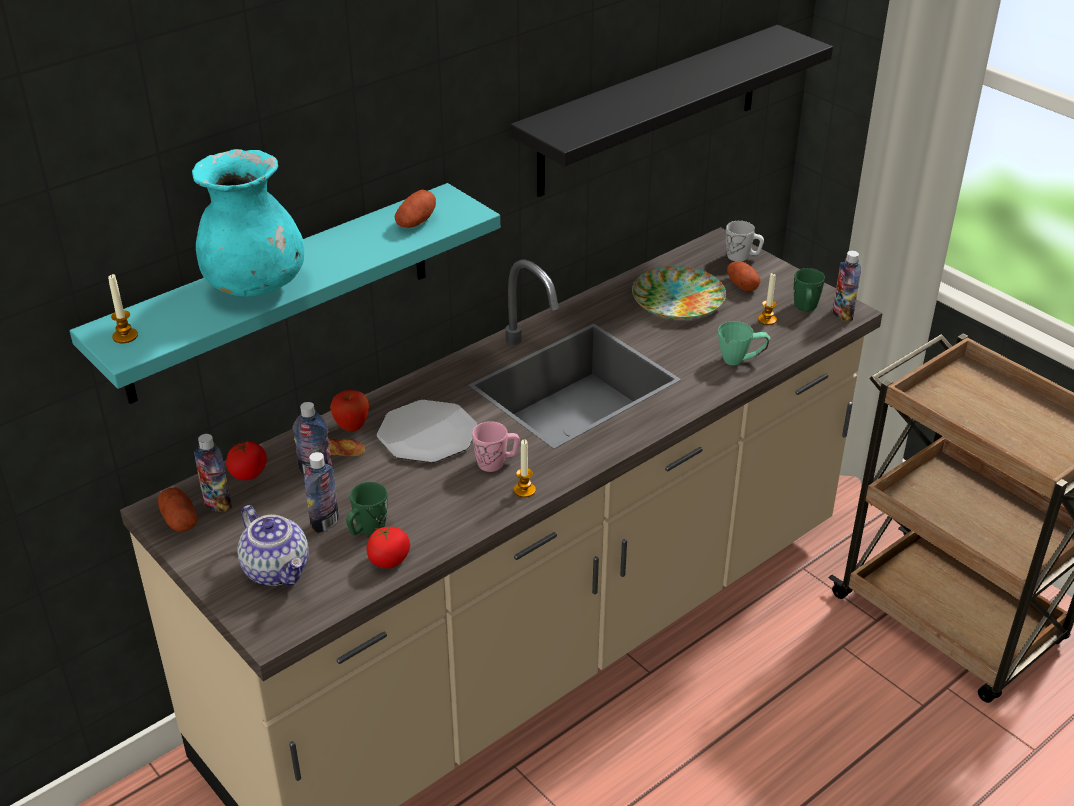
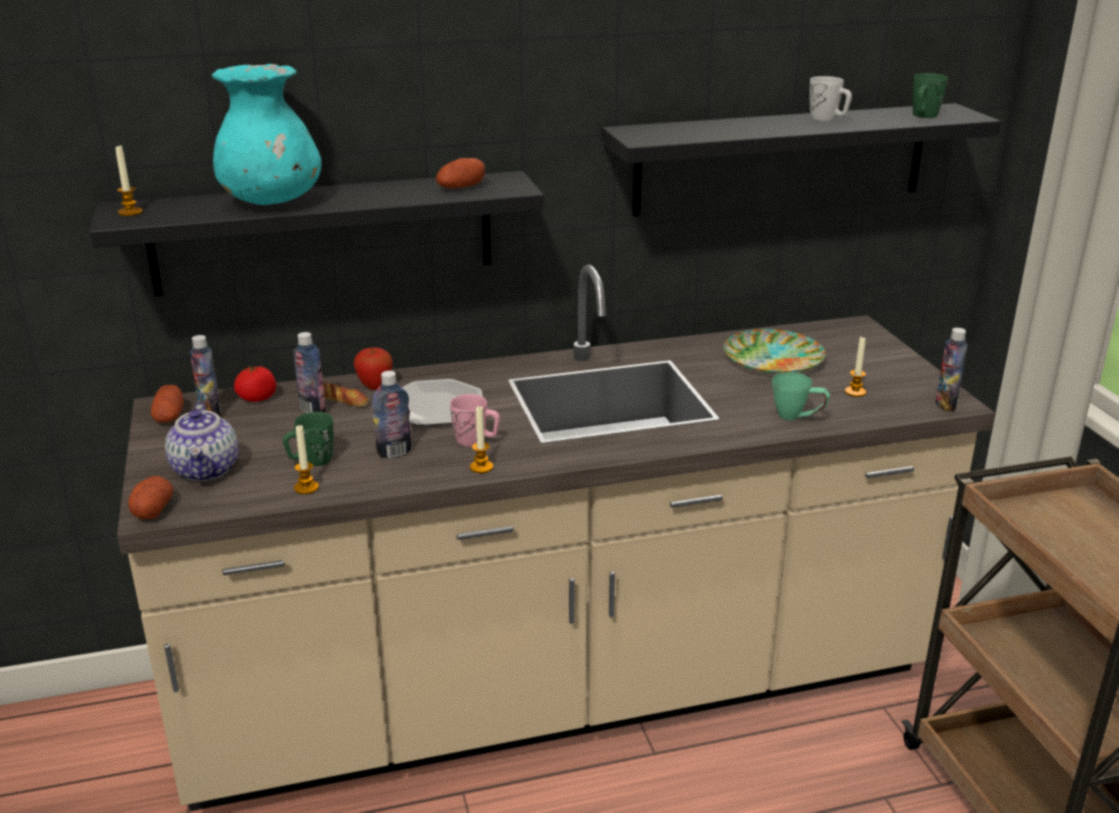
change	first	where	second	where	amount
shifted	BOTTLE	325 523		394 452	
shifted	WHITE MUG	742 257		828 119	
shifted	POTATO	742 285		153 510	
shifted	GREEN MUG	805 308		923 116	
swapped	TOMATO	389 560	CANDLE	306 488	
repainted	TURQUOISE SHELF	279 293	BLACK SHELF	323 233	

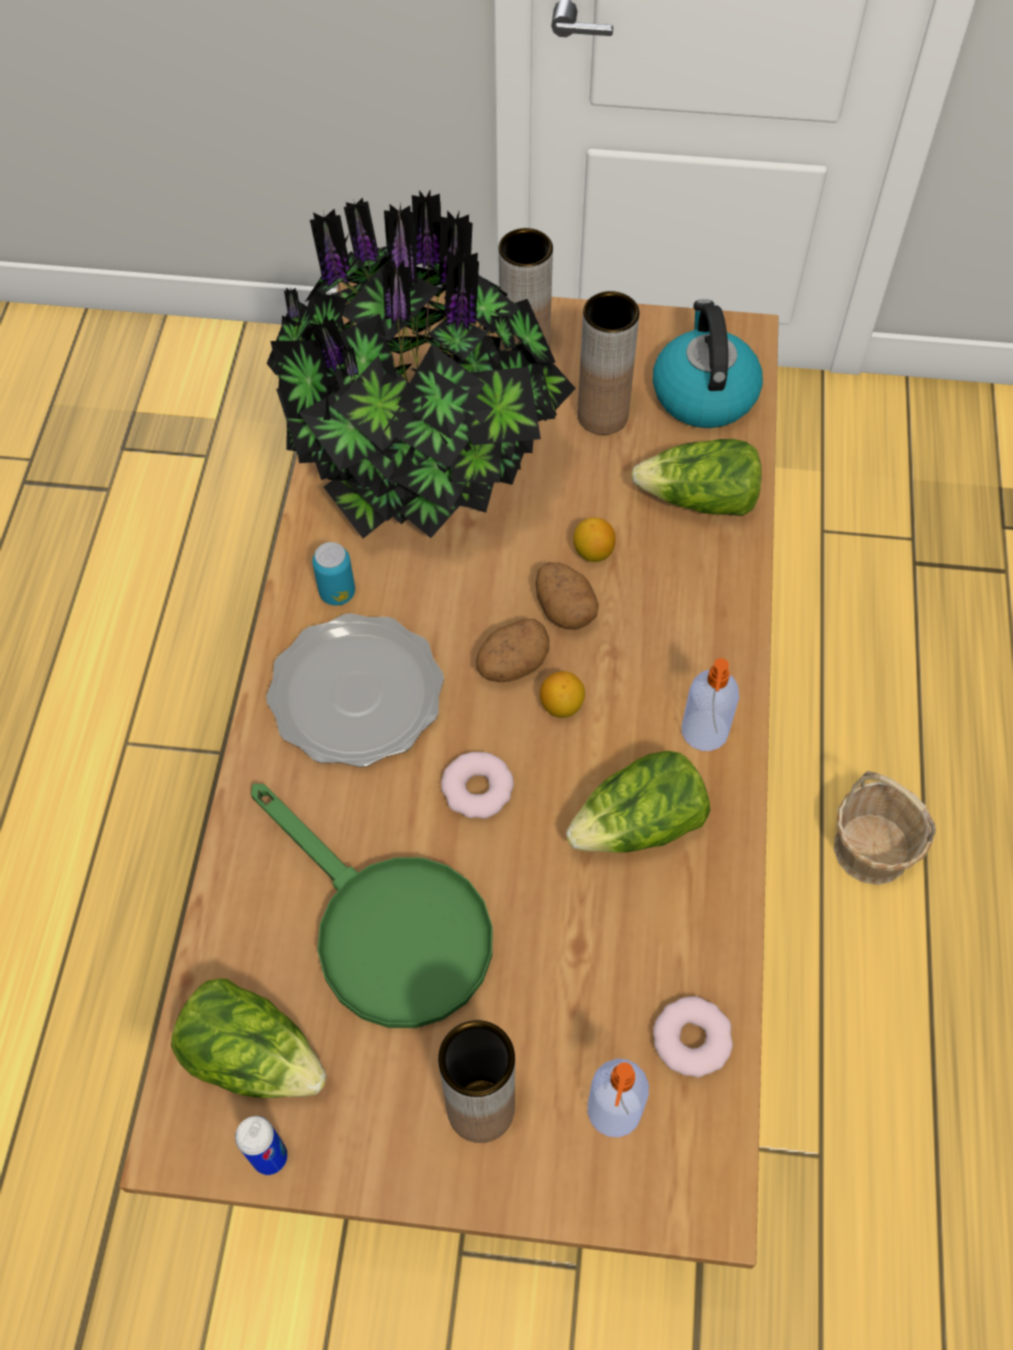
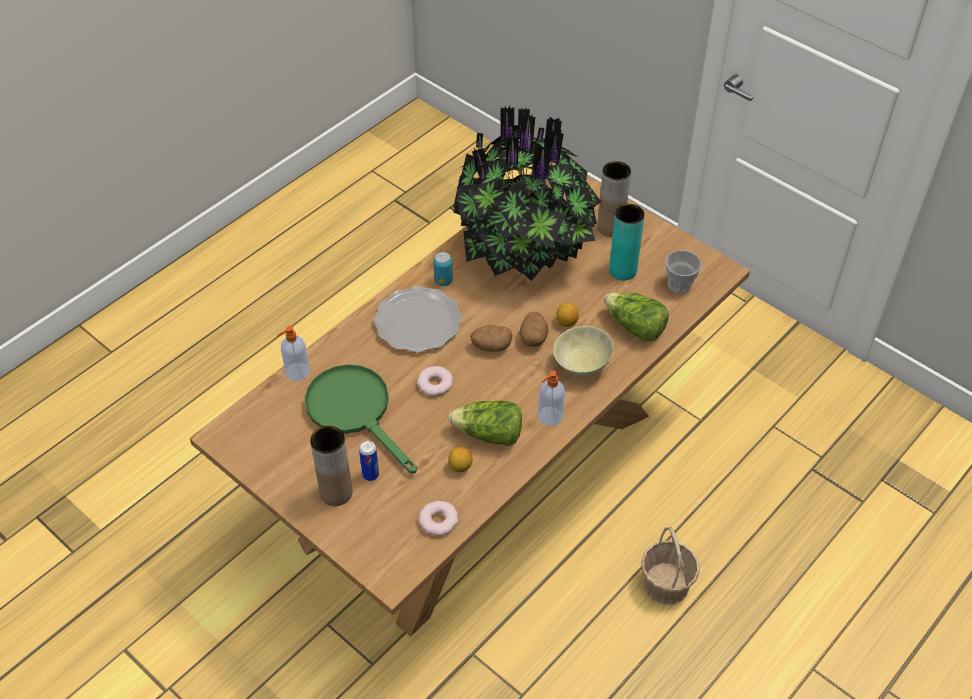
change	first	where	second	where	amount
gone	LETTUCE	253 1054			
new			BEIGE BOWL	581 365	
shifted	CAN	270 1157		370 475	
shifted	LEMON	561 706		460 467	
shifted	SOAP DISPENSER	613 1112		296 372	
swapped	KETTLE	703 393	CUP	679 284	
repainted	BROWN VASE	602 415	TURQUOISE VASE	622 270	
rotated	GREEN FRYING PAN	386 928		356 411	150 degrees clockwise

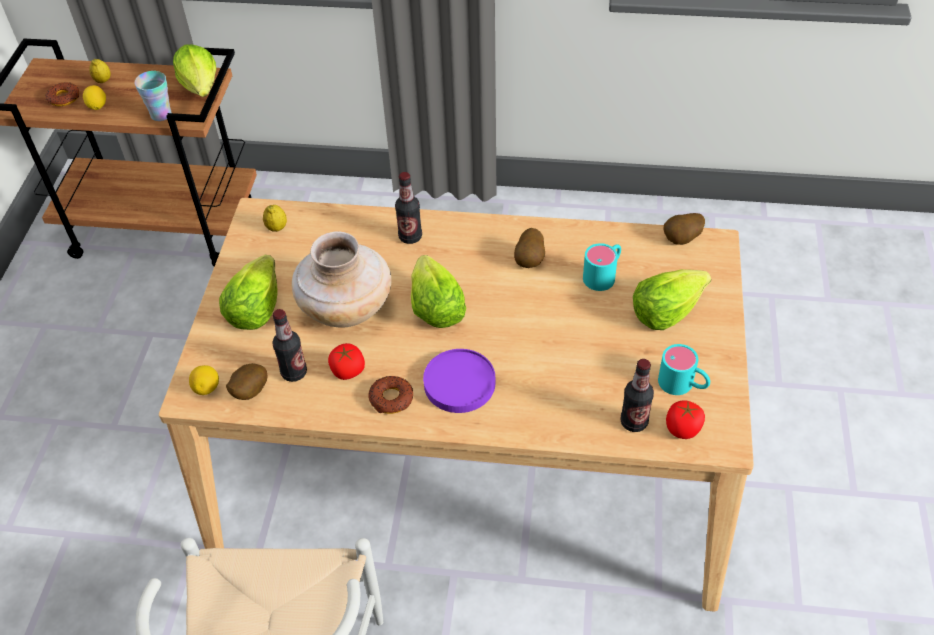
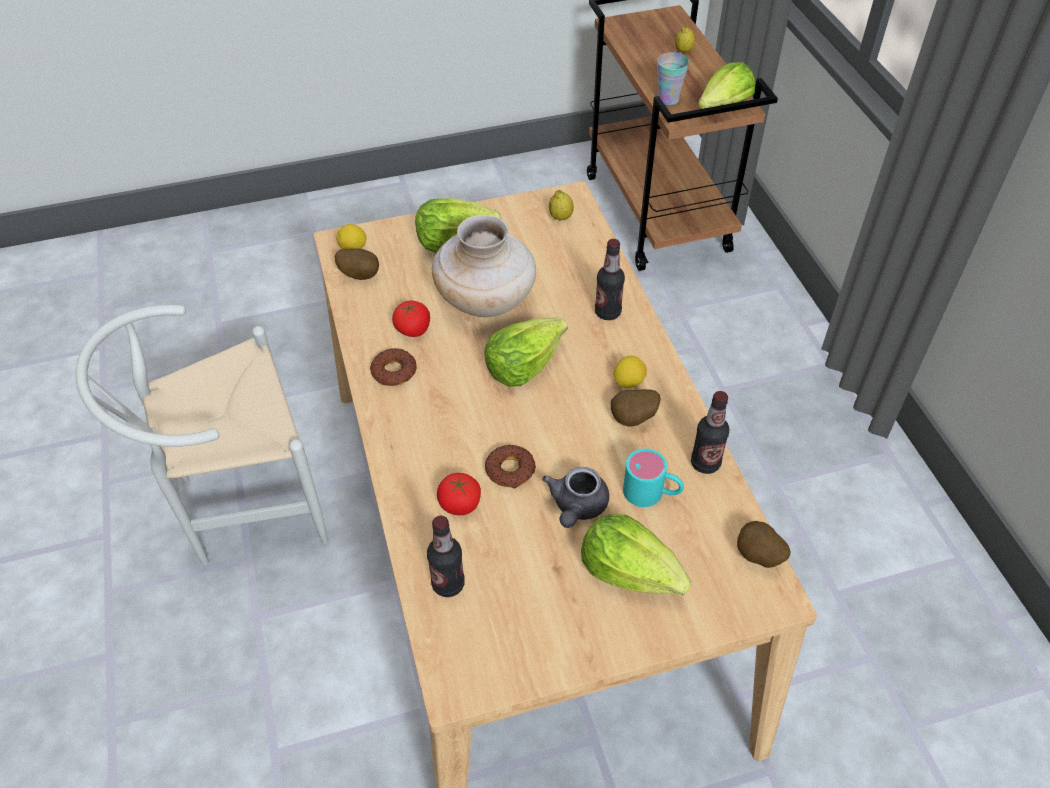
change	first	where	second	where	amount
gone	PURPLE PLATE	459 383			
gone	TURQUOISE MUG	683 384			
new			GREY TEAPOT	576 507	
shifted	DONUT	64 98		510 470	
shifted	LEMON	97 106		628 382	
shifted	BOTTLE	294 372		705 463	
shifted	TOMATO	682 428		459 504	

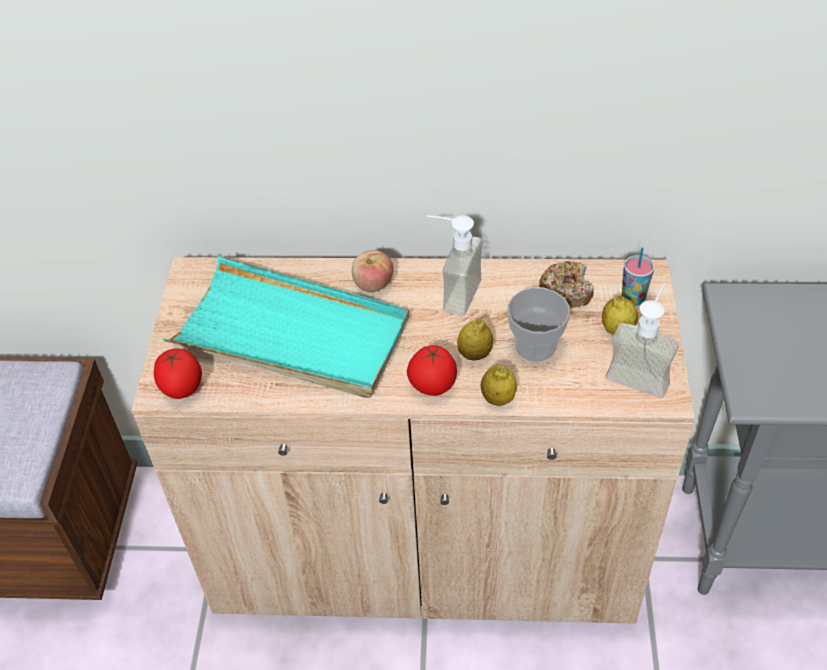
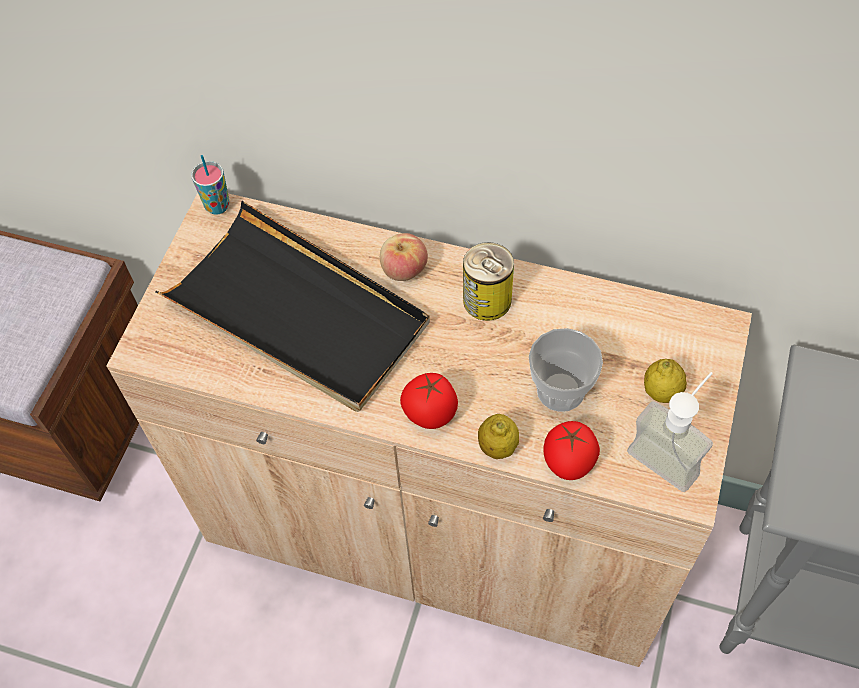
change	first	where	second	where	amount
gone	LEMON	474 354			
gone	DONUT	566 291			
shifted	TOMATO	182 389		568 463	
shifted	CUP	633 299		217 206	
swapped	SOAP DISPENSER	451 292	CAN	487 300	
repainted	TURQUOISE TRAY	291 334	BLACK TRAY	297 313	

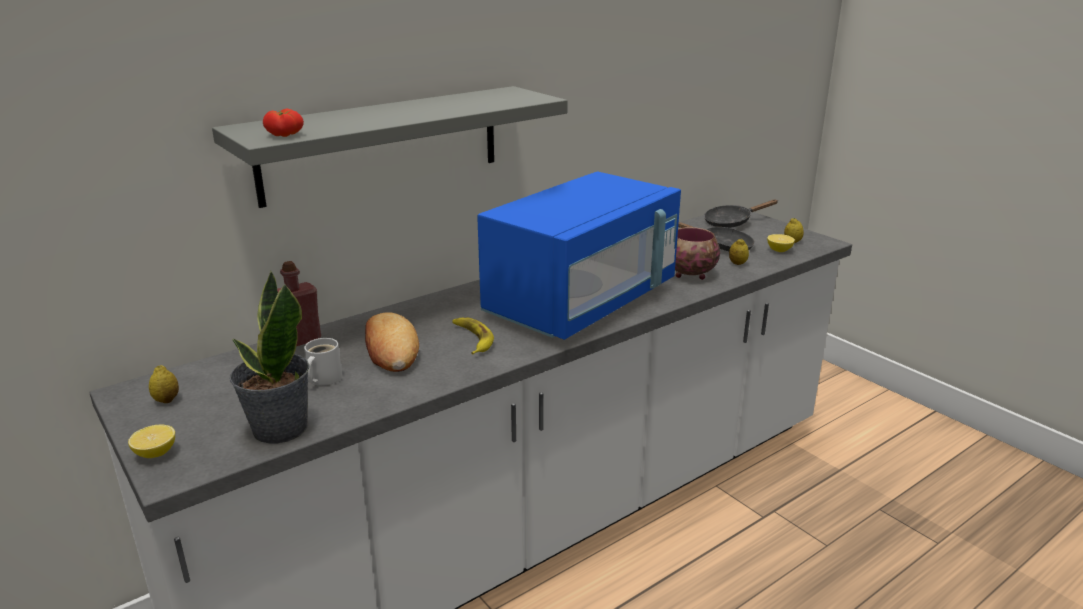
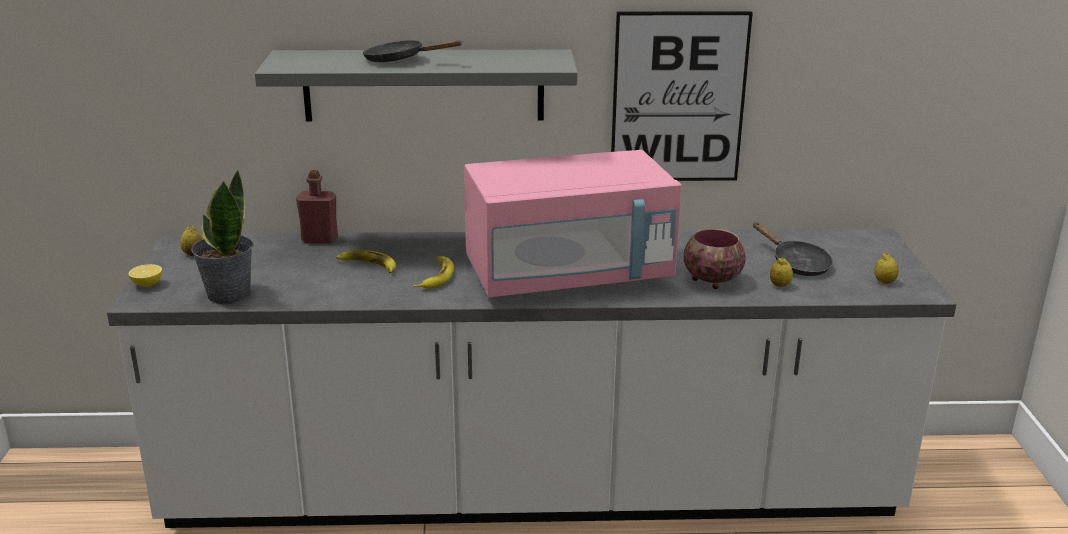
change	first	where	second	where	amount
gone	TOMATO	284 135			
gone	WHITE MUG	322 379			
gone	LEMON	779 250			
new			PICTURE	678 98	
shifted	BLACK FRYING PAN	731 222		400 60	
swapped	BREAD	390 349	BANANA	368 265	
repainted	BLUE MICROWAVE	582 302	PINK MICROWAVE	569 275	

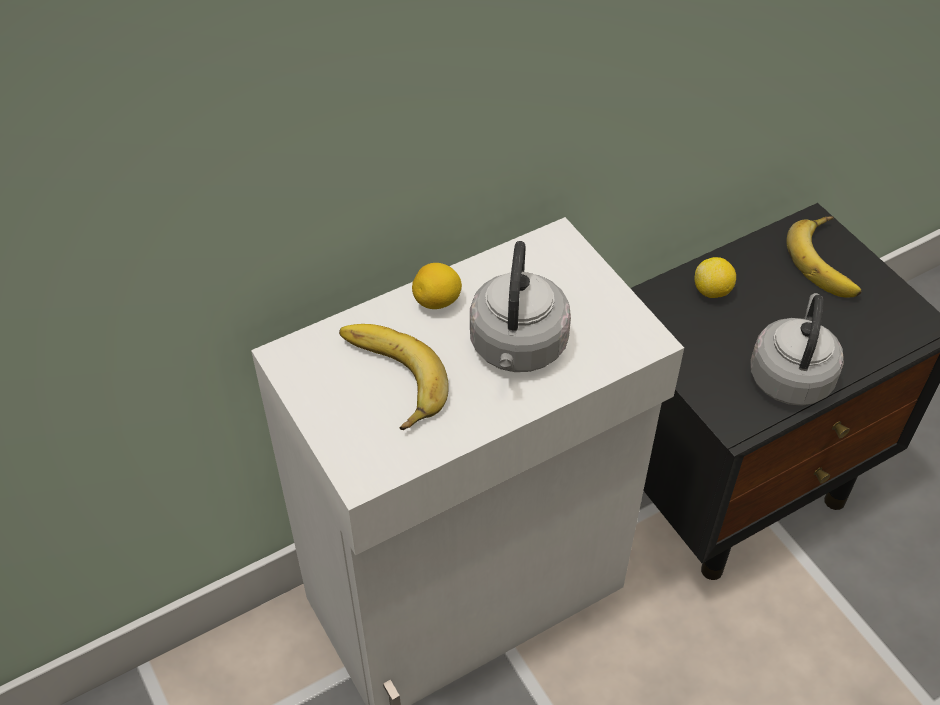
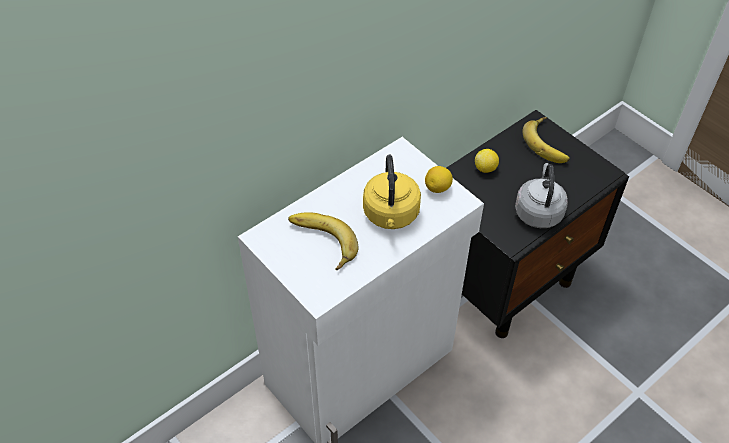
change	first	where	second	where	amount
shifted	LEMON	437 302		438 188	
repainted	GREY KETTLE	517 349	YELLOW KETTLE	391 216	

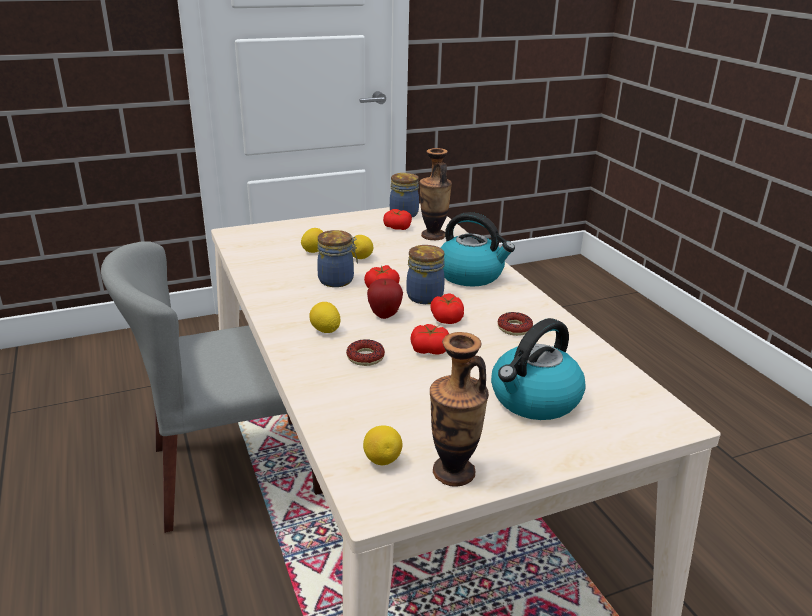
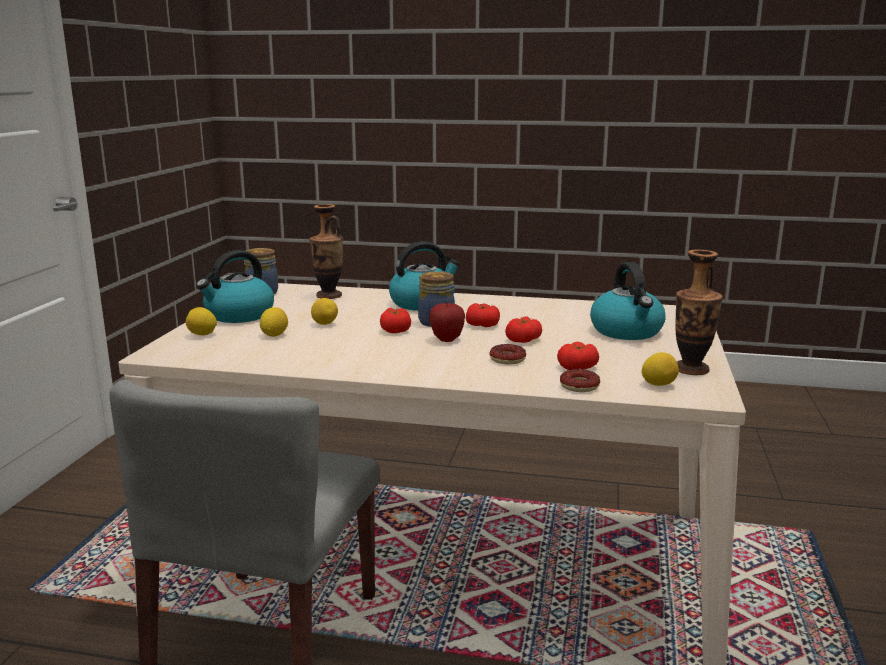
change	first	where	second	where	amount
gone	JAR	338 280			
new			KETTLE	239 315	
shifted	LEMON	325 330		202 335	
shifted	TOMATO	397 227		577 367	
shifted	DONUT	514 328		579 386	

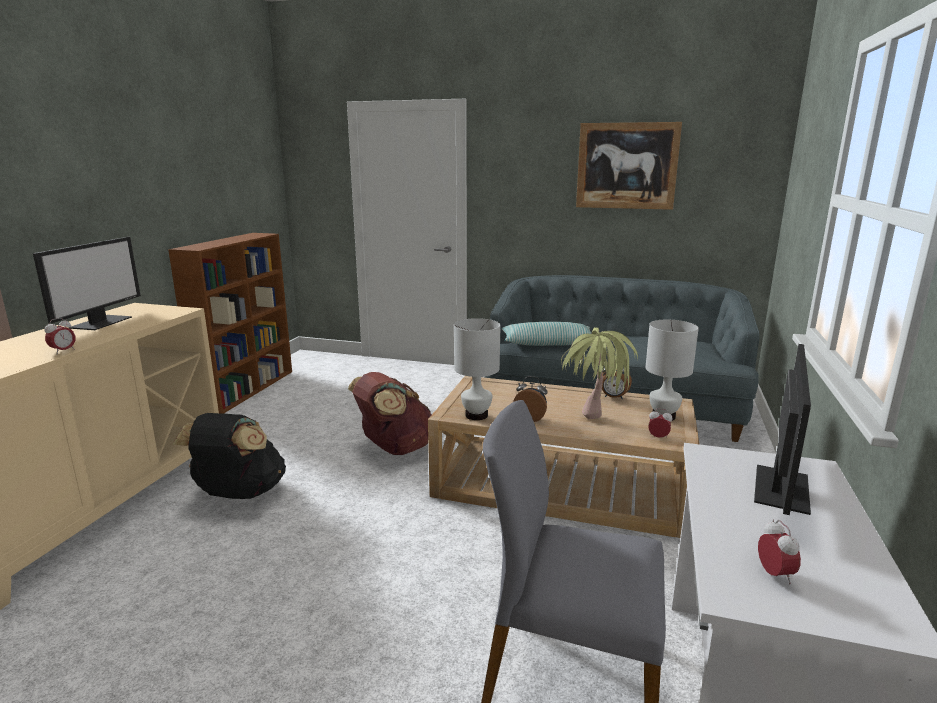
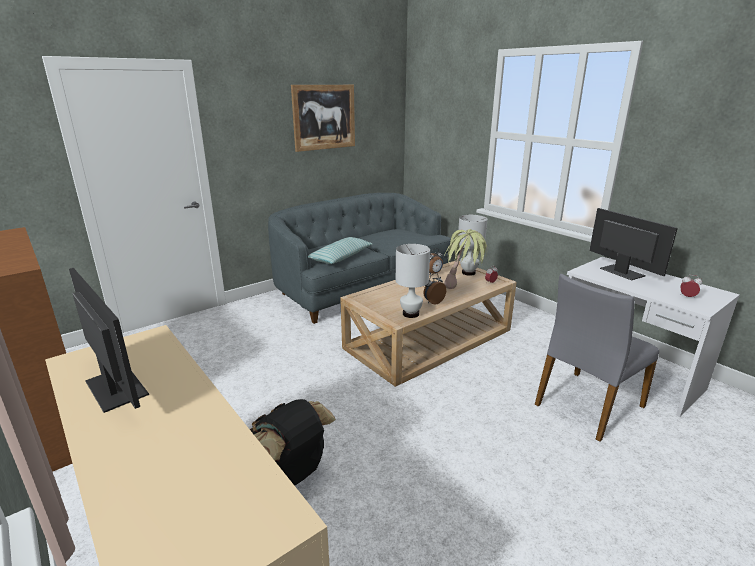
change	first	where	second	where	amount
gone	ALARM CLOCK	63 351			
gone	BROWN BACKPACK	394 448			

